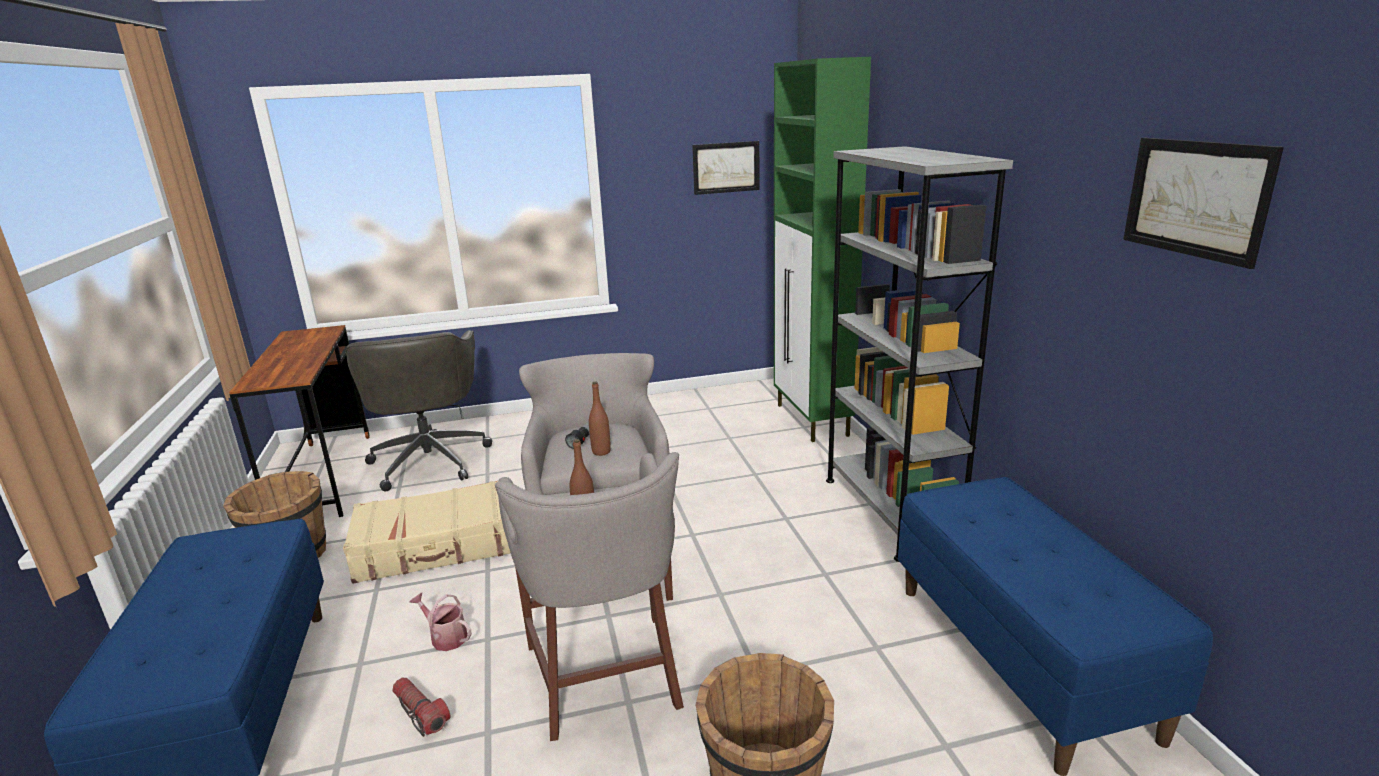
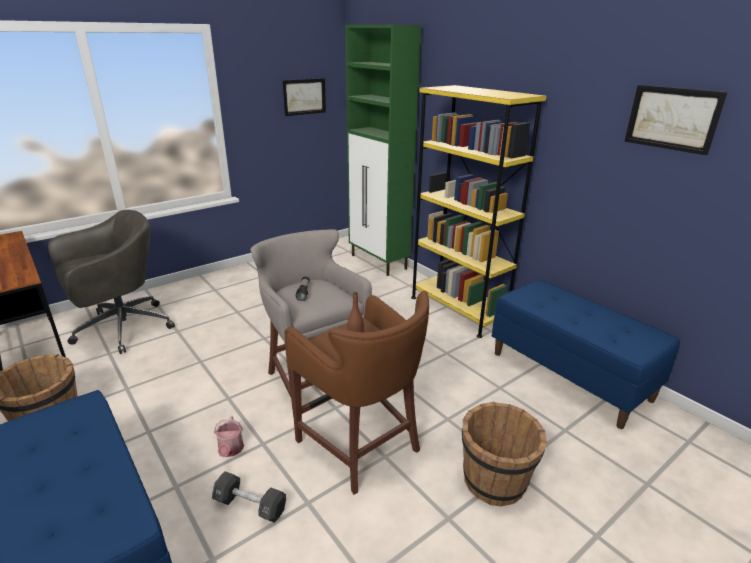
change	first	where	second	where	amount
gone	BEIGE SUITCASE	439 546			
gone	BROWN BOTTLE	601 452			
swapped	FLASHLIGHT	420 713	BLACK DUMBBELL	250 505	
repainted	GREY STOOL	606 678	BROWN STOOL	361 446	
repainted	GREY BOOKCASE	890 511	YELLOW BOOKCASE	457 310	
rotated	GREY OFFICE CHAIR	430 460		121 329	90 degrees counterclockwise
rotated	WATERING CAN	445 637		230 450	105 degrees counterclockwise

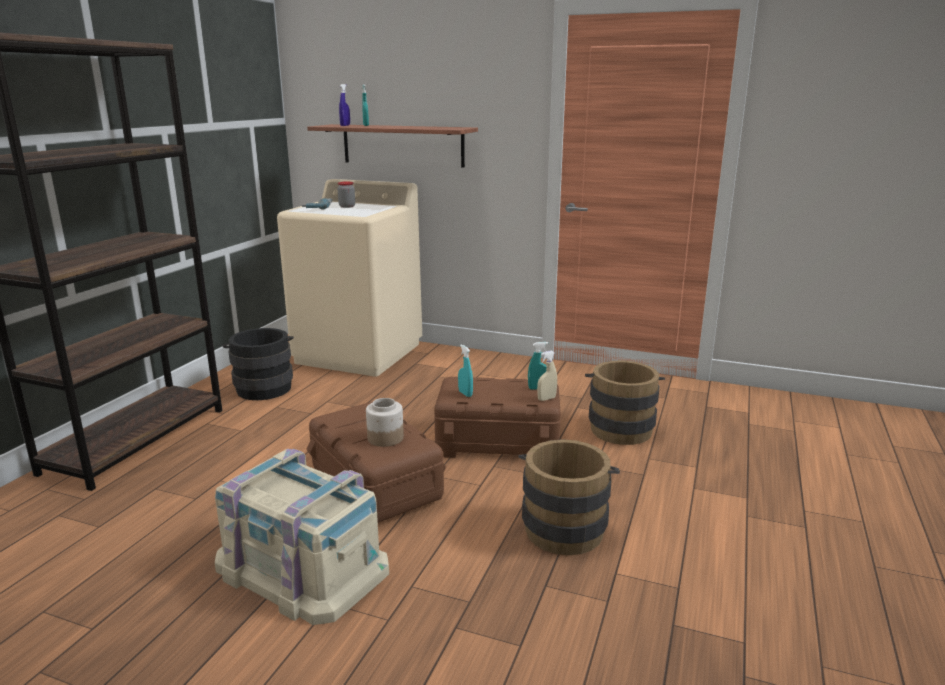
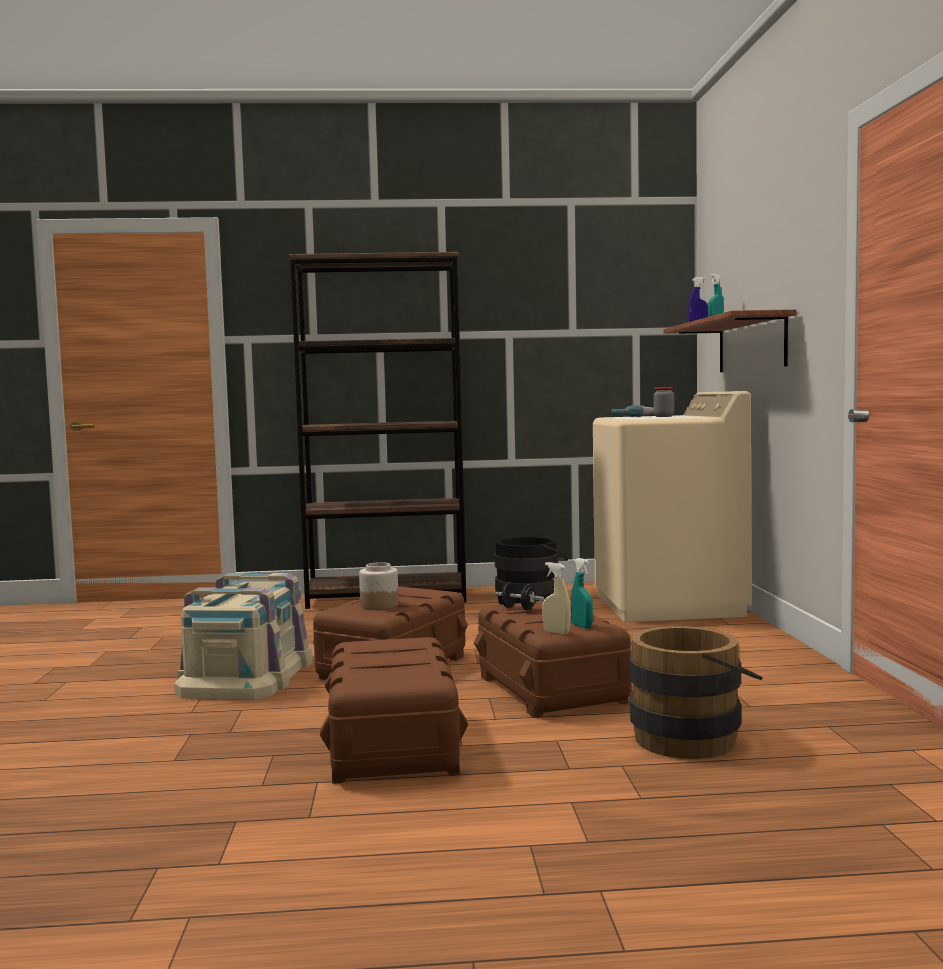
change	first	where	second	where	amount
swapped	TURQUOISE SPRAY BOTTLE	465 393	BLACK DUMBBELL	518 608	
swapped	BROWN BUCKET	565 525	BROWN STORAGE BOX	394 746	

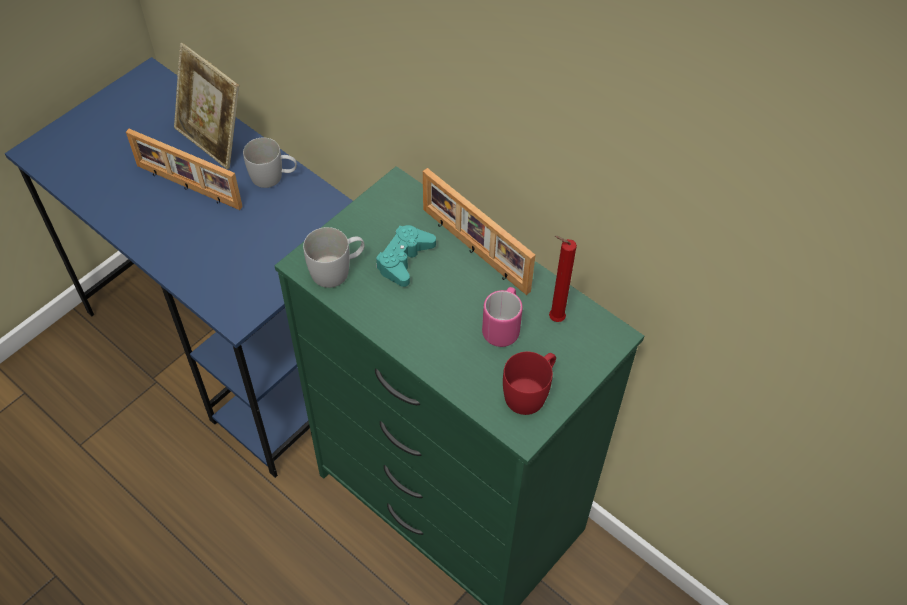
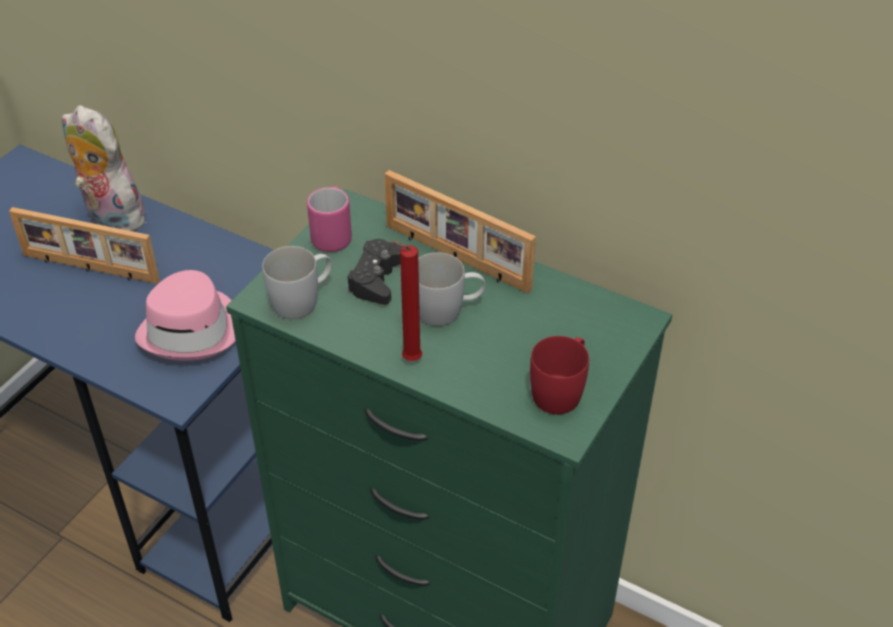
change	first	where	second	where	amount
new			PINK HAT	192 330	
shifted	WHITE MUG	273 177		448 310	
shifted	PINK MUG	503 327		333 235	
shifted	RED CANDLE	553 319		408 360	
swapped	PICTURE FRAME	213 140	PLUSH TOY	110 217	
repainted	TURQUOISE GAME CONTROLLER	404 259	BLACK GAME CONTROLLER	378 278	

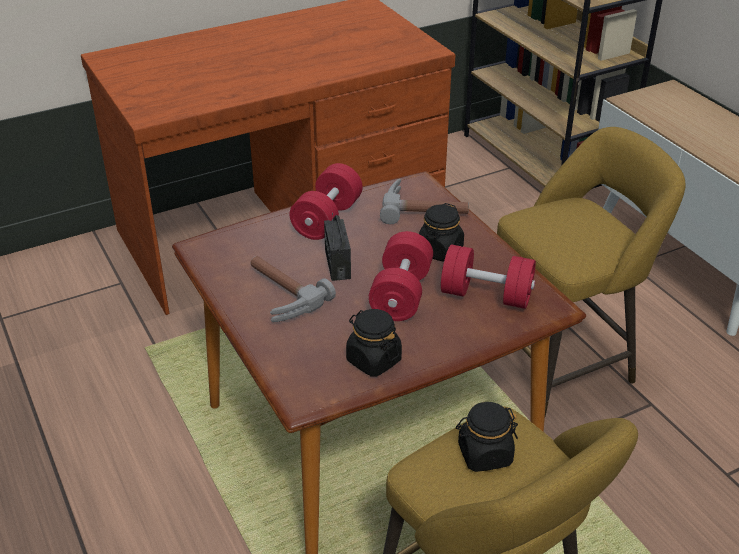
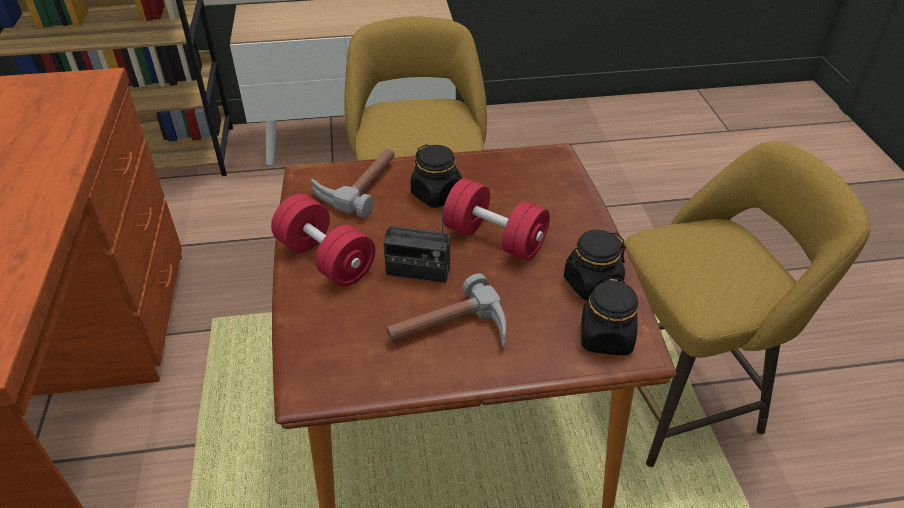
change	first	where	second	where	amount
gone	RED DUMBBELL	486 295			
shifted	BLACK JAR	484 454		606 337	

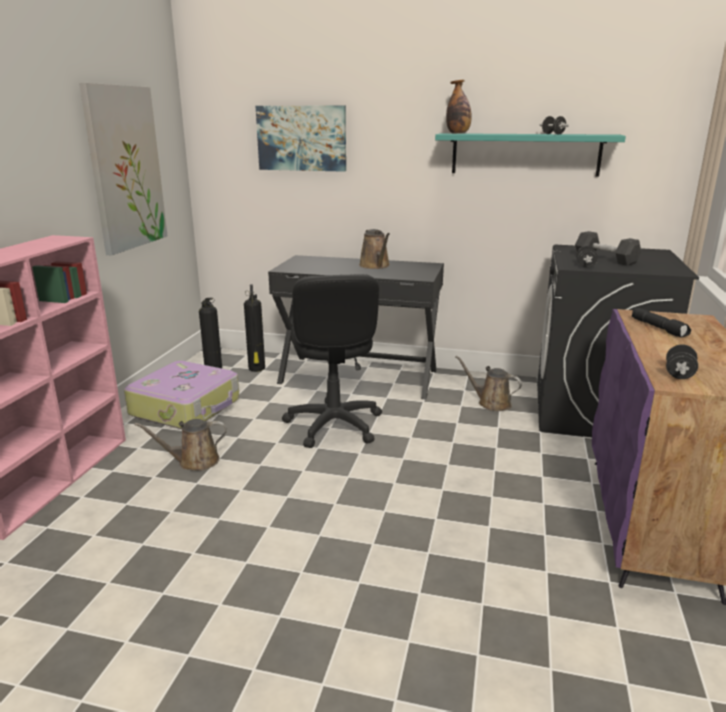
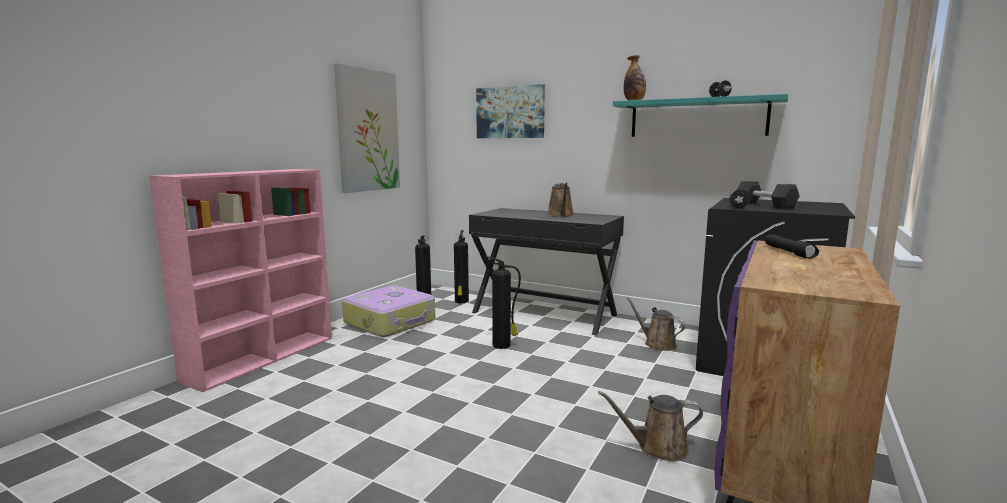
change	first	where	second	where	amount
gone	BLACK DUMBBELL	679 374			
shifted	BROWN WATERING CAN	194 462		657 448	
swapped	BLACK OFFICE CHAIR	333 425	FIRE EXTINGUISHER	502 345	

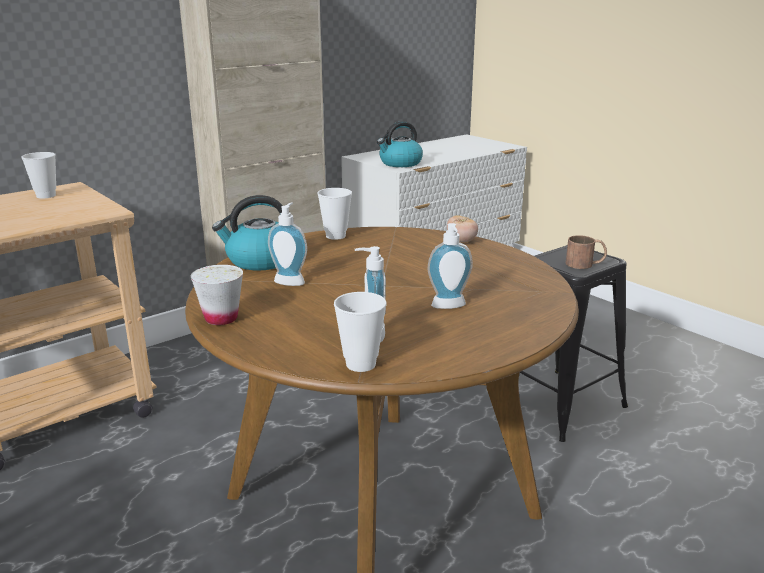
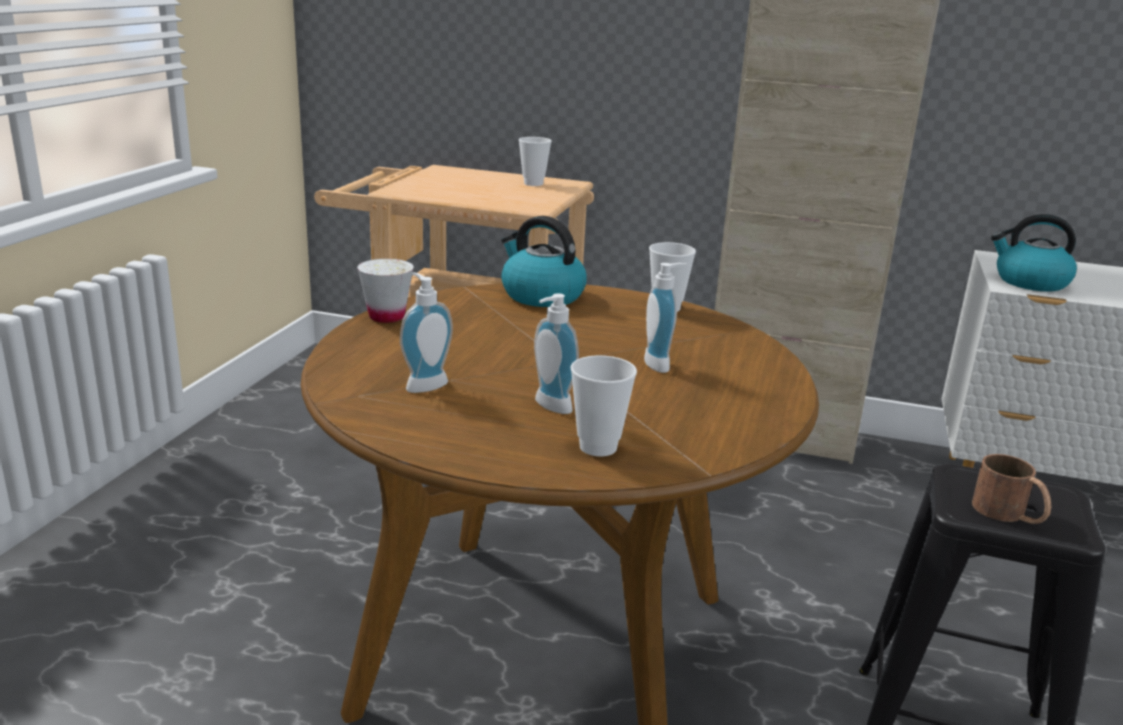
change	first	where	second	where	amount
gone	TOMATO	461 241			
shifted	SOAP DISPENSER	291 281		661 364	
shifted	CUP	361 364		598 447	

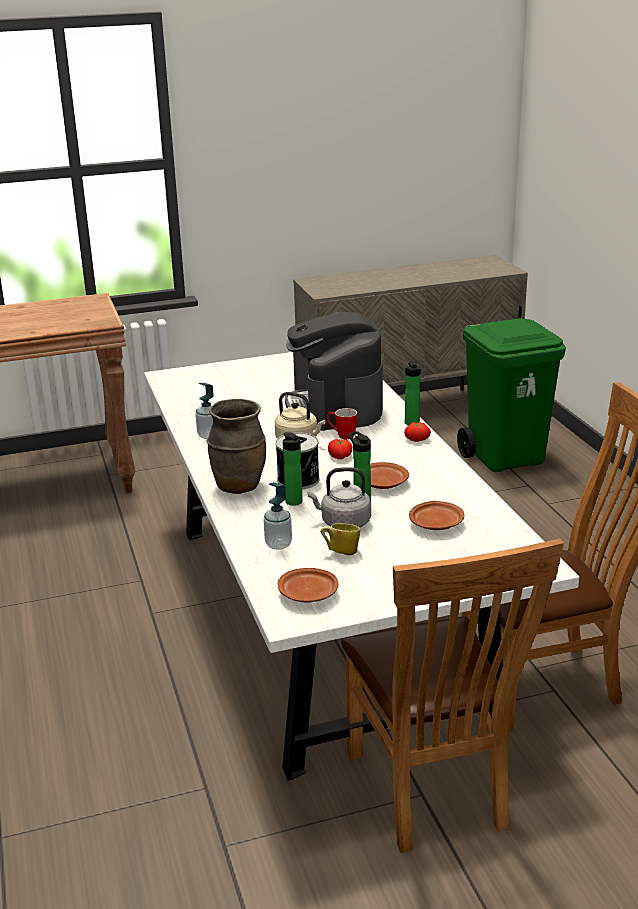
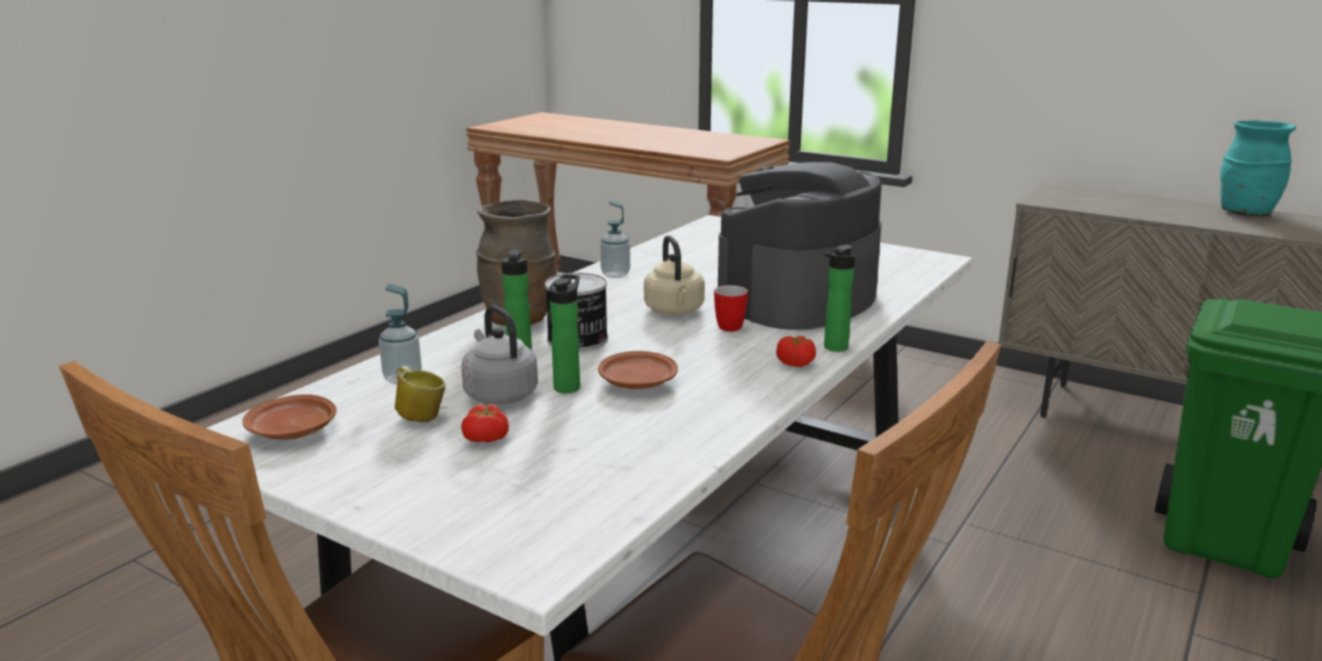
change	first	where	second	where	amount
gone	BROWN PLATE	436 524			
new			TURQUOISE VASE	1244 213	
shifted	TOMATO	340 456		487 439	

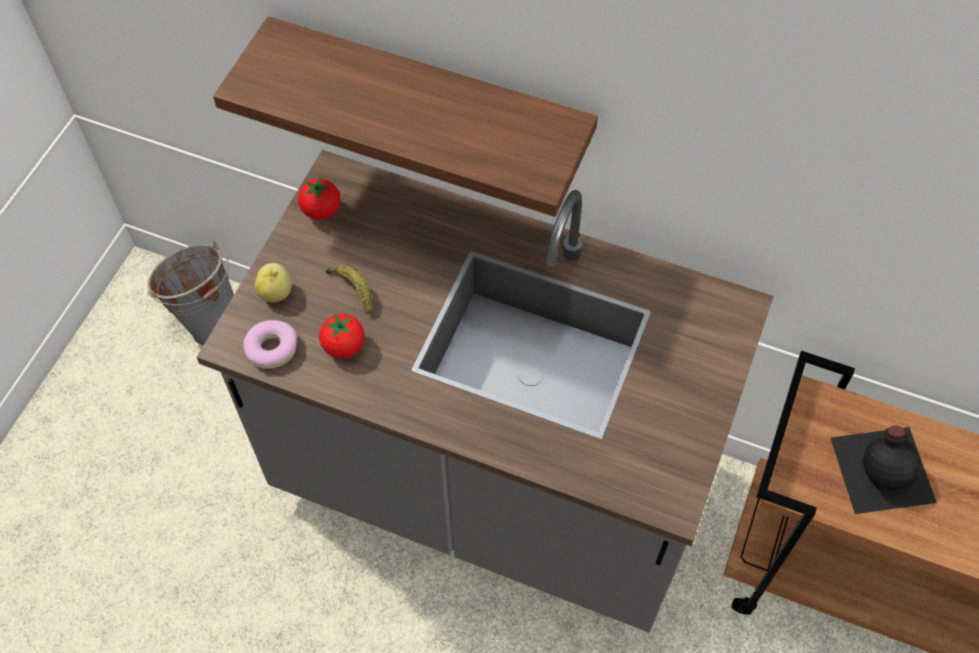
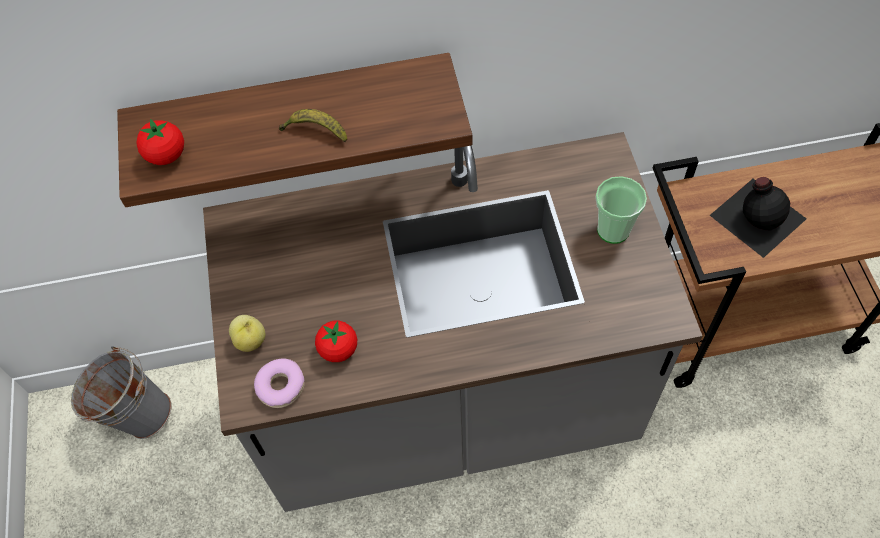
change	first	where	second	where	amount
new			CUP	613 230	
shifted	TOMATO	321 210		166 155	
shifted	BANANA	353 289		315 131	

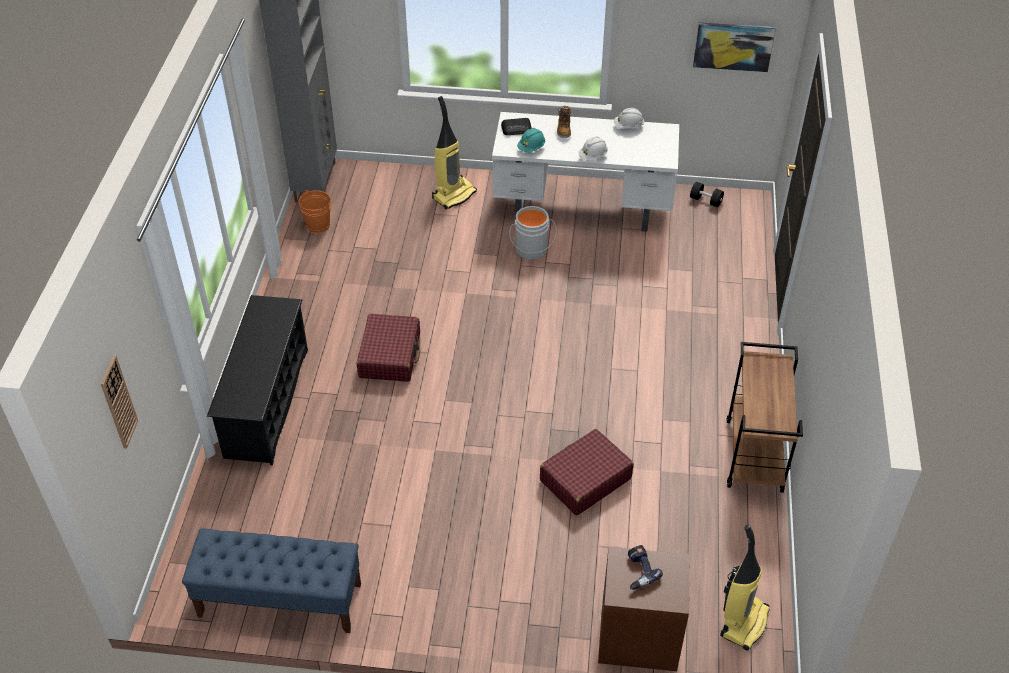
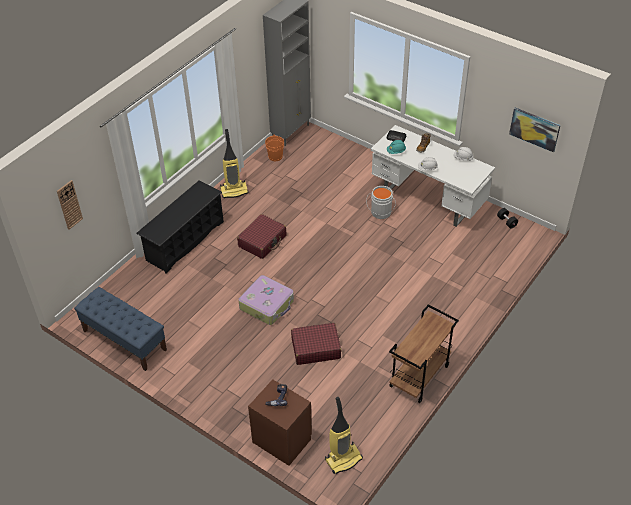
change	first	where	second	where	amount
new			SUITCASE	267 305	
shifted	VACUUM CLEANER	454 195		234 191	

